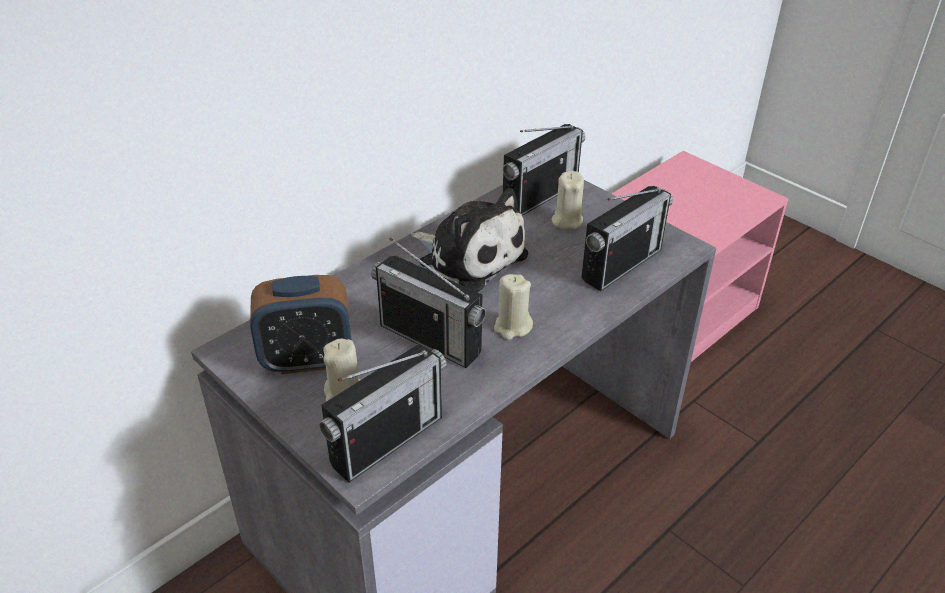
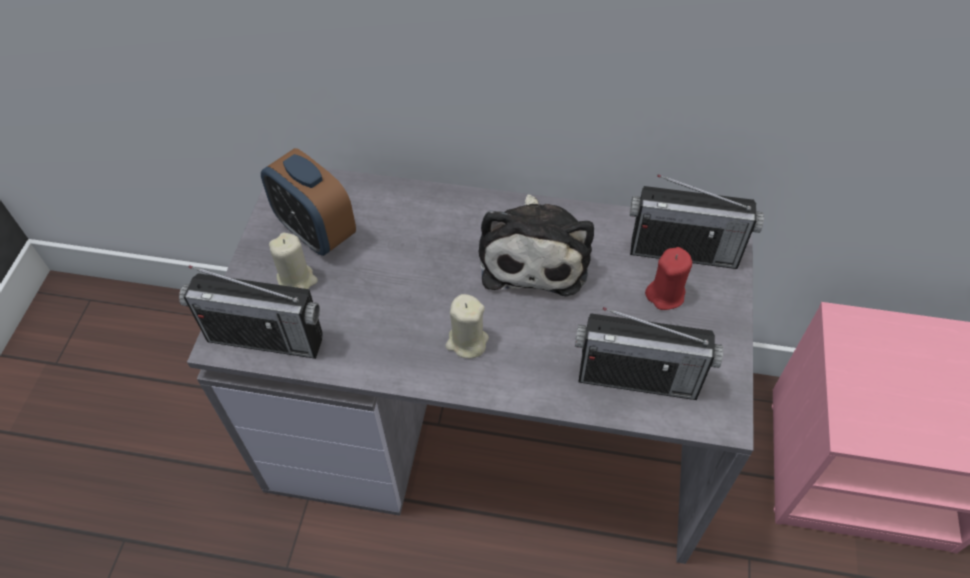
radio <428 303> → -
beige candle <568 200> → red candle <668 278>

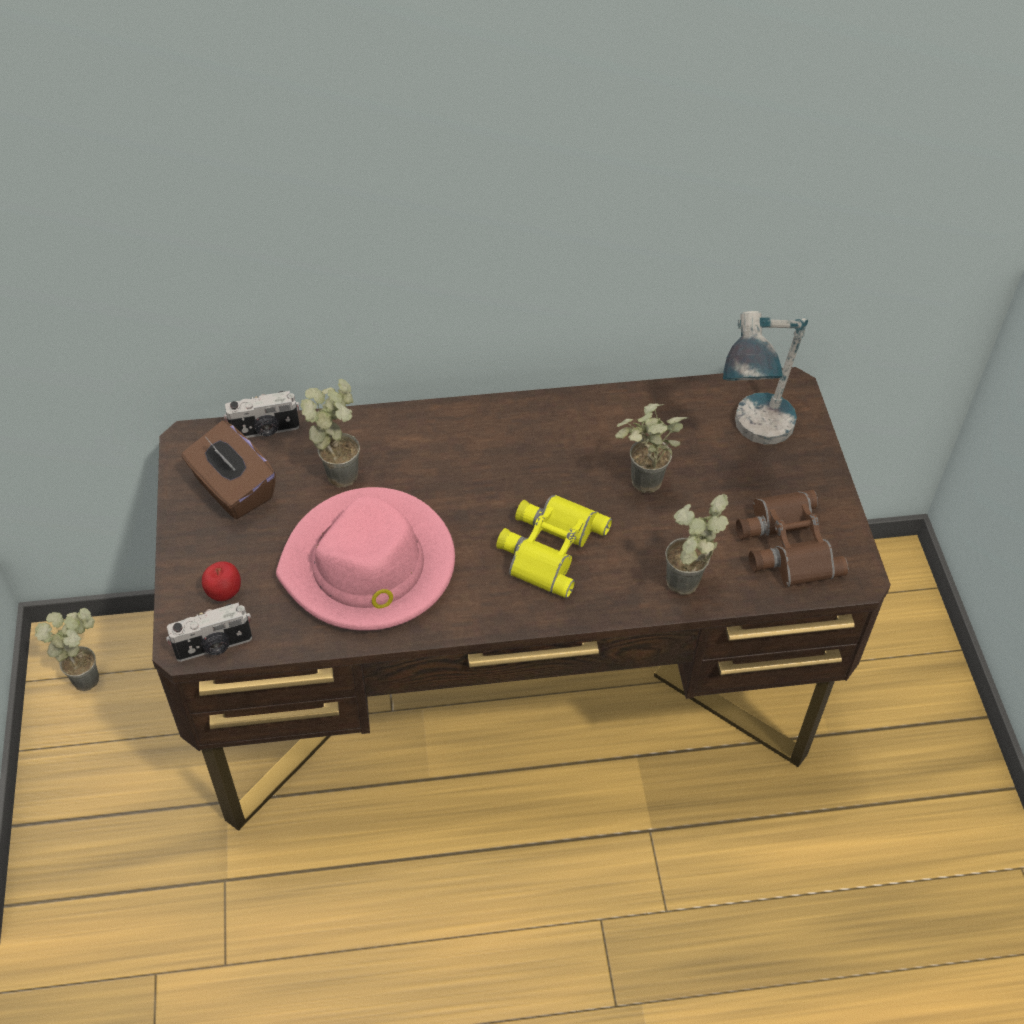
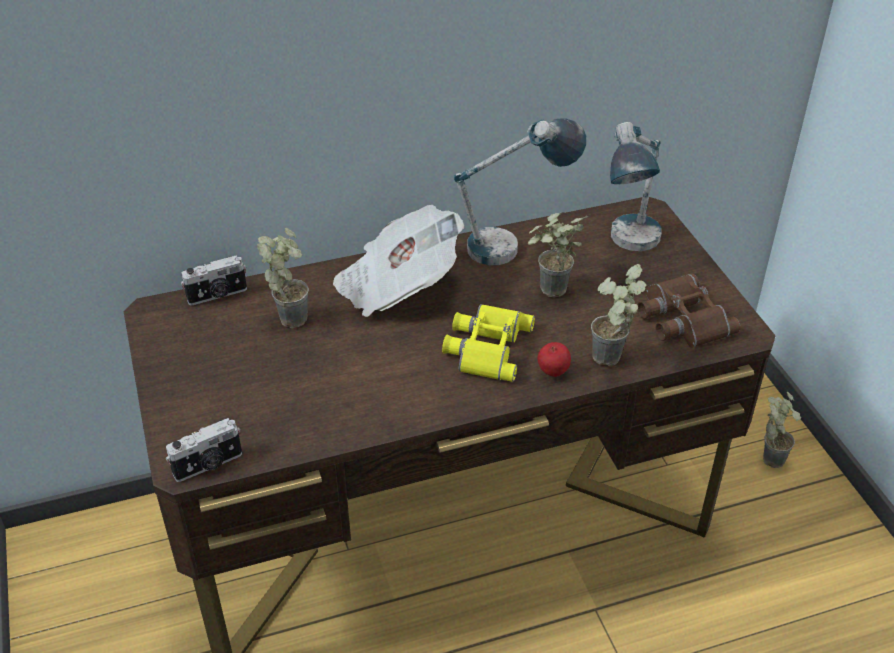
brown tissue box <228 470> → -
pink hat <365 559> → -
- → newspaper <398 261>
- → table lamp <520 191>
potted plant <67 649> → potted plant <782 429>, move
apple <221 581> → apple <554 359>, move

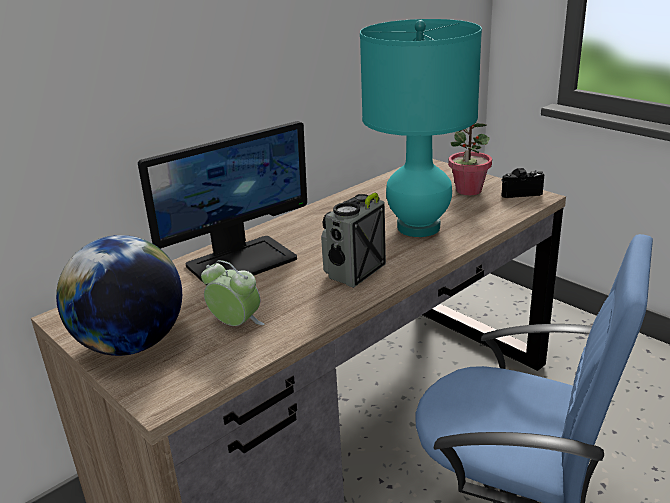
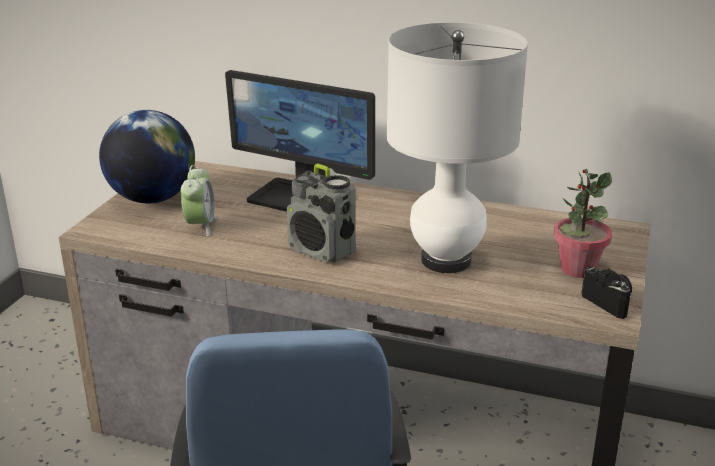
turquoise table lamp <421 128> → white table lamp <457 147>
radio <353 240> → radio <321 213>, 150 degrees counterclockwise

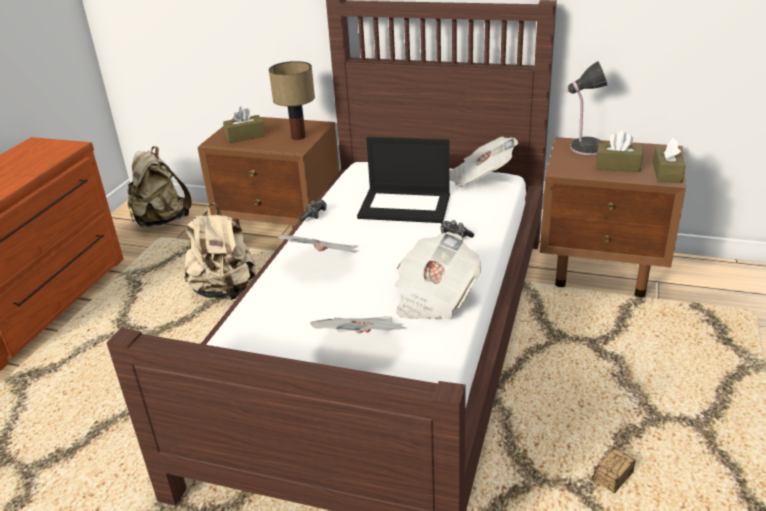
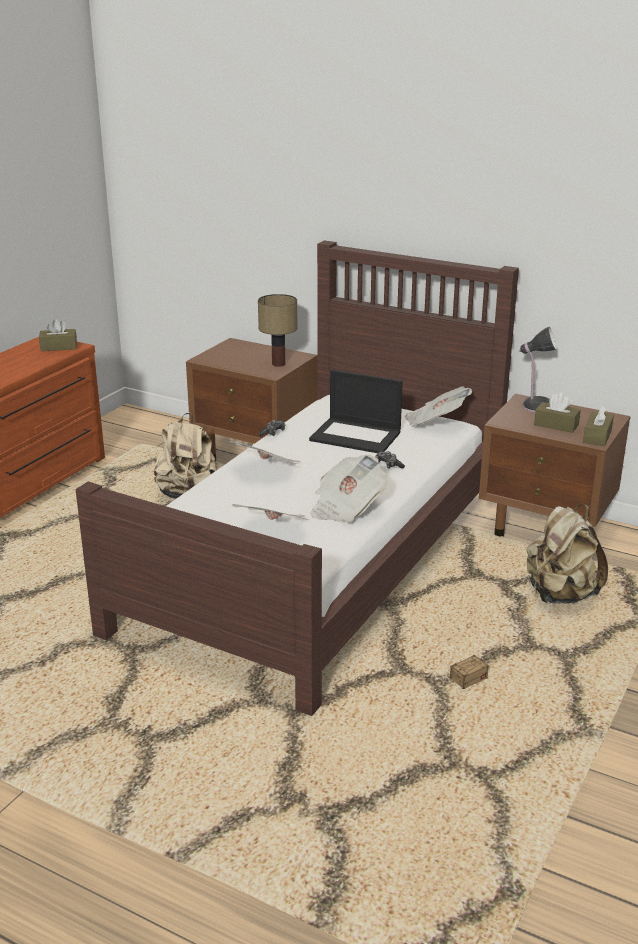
beige backpack <159 186> → beige backpack <567 554>, move
brown tissue box <244 125> → brown tissue box <58 335>, move

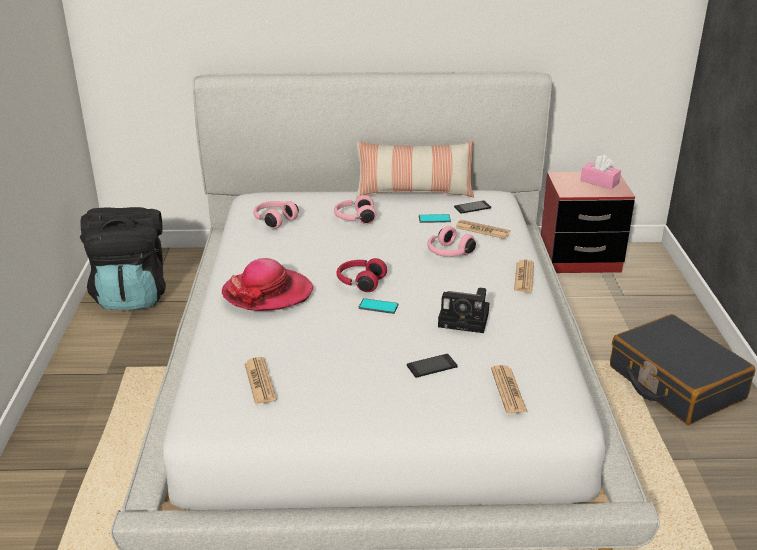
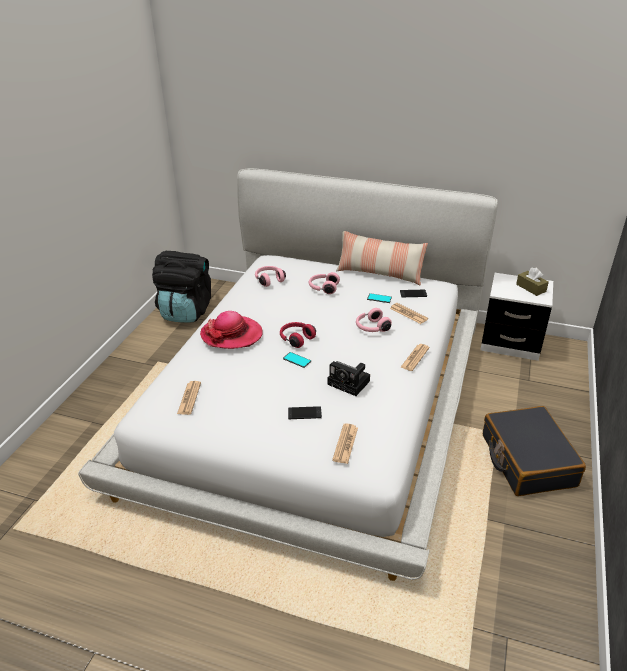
red nightstand <588 222> → white nightstand <516 317>
pink tissue box <601 172> → brown tissue box <532 282>

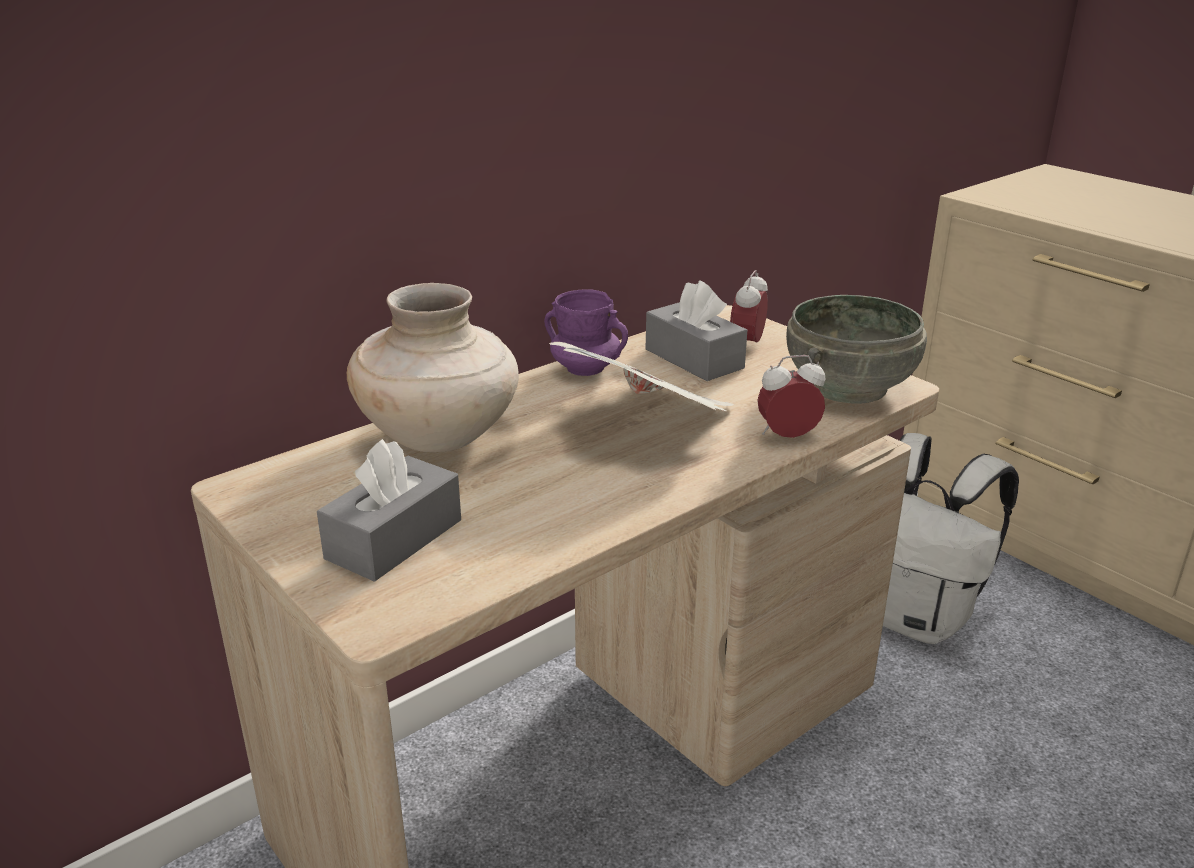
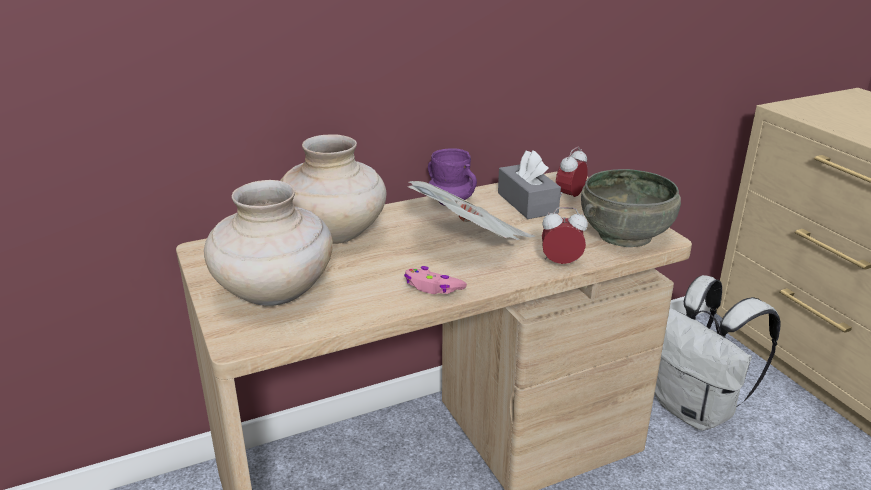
- → pink game controller <435 280>
grey tissue box <389 510> → beige vase <268 243>

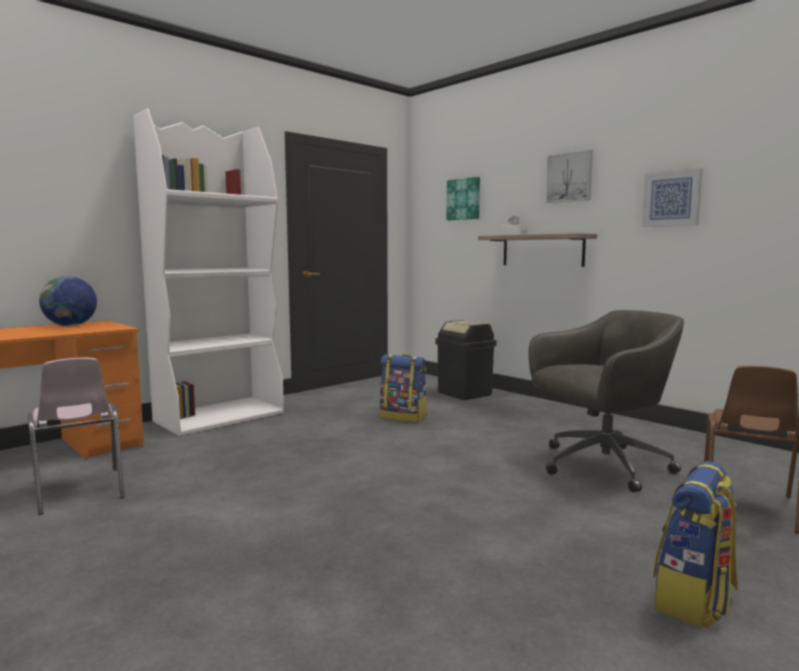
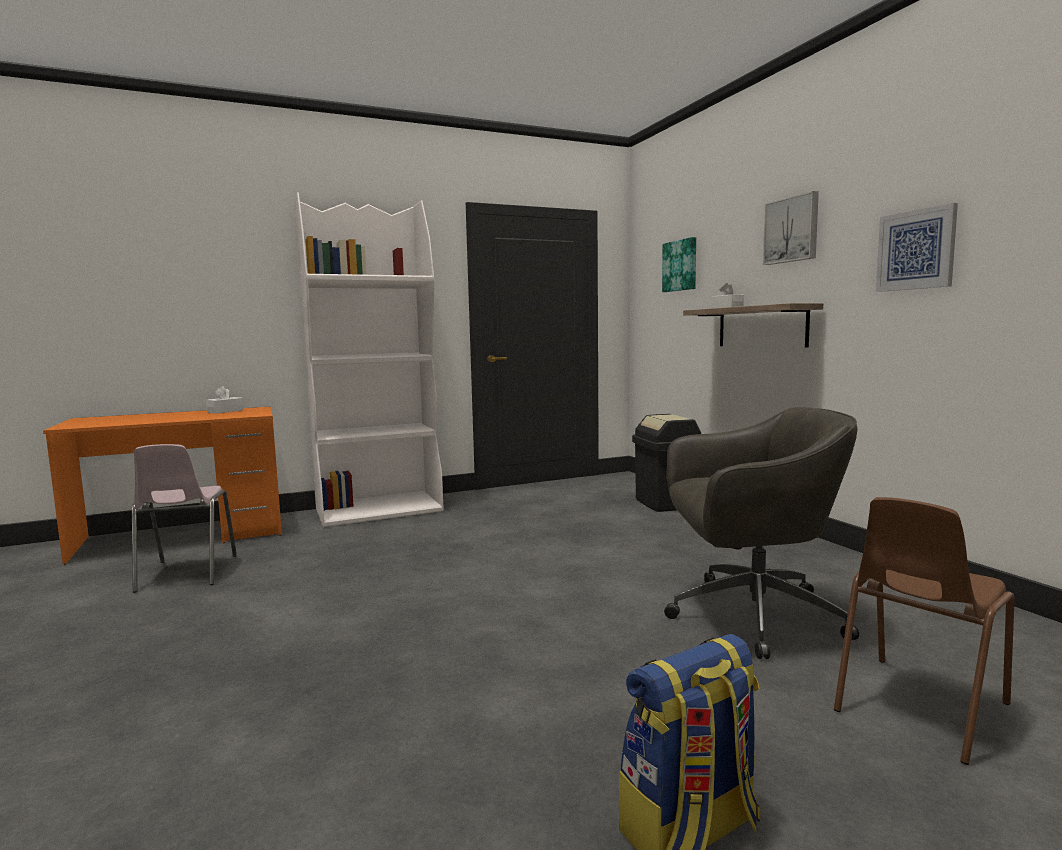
backpack <403 388> → -
globe <68 301> → white tissue box <224 400>

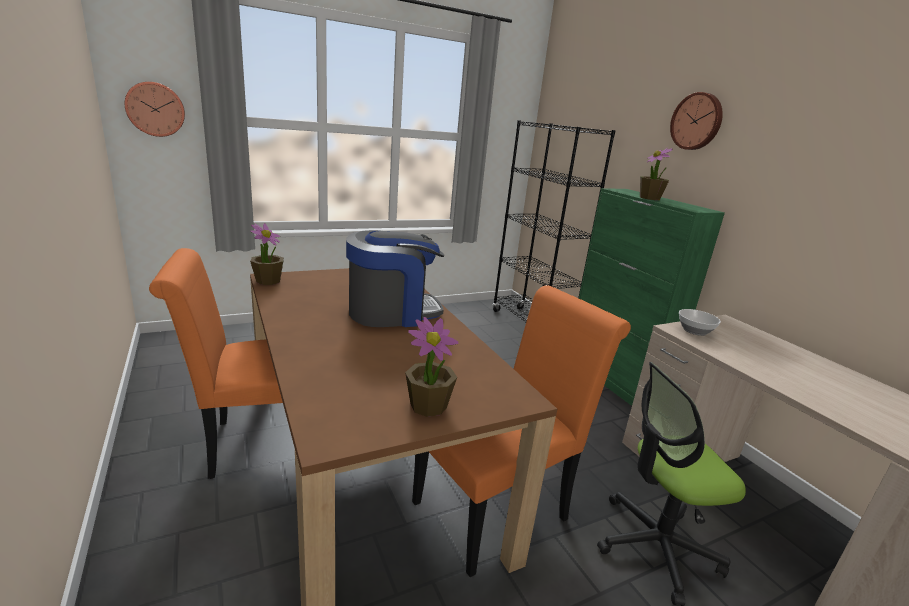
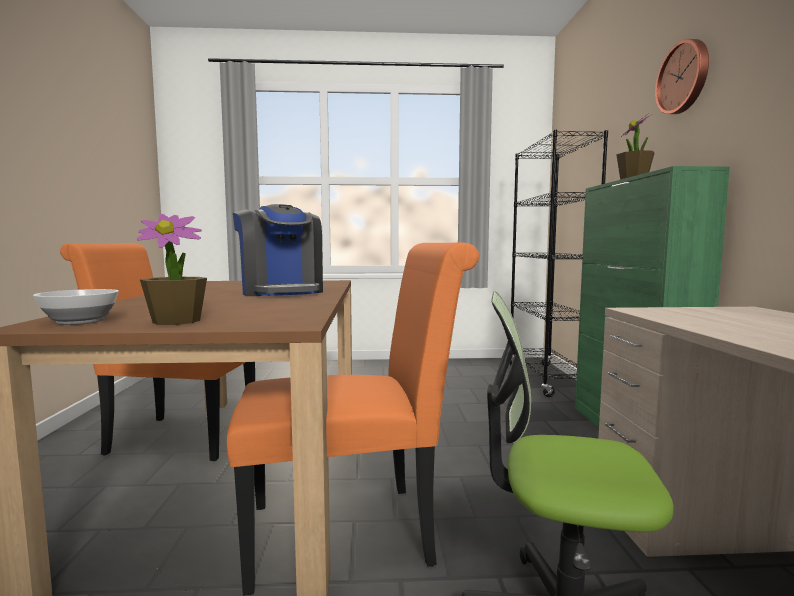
wall clock <155 109> → -
potted plant <267 254> → -
bowl <700 322> → bowl <76 307>, move
coffee machine <395 278> → coffee machine <278 250>, 60 degrees clockwise

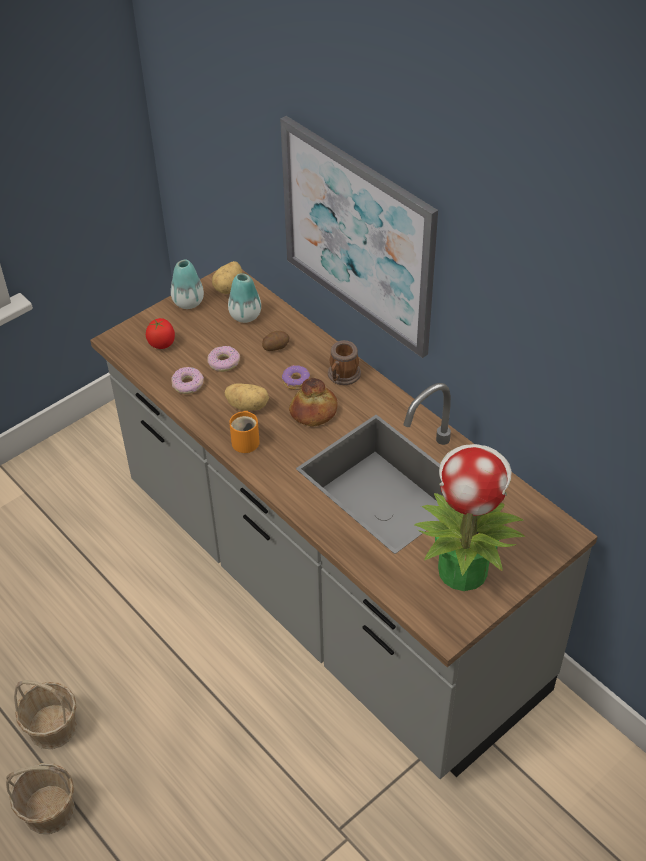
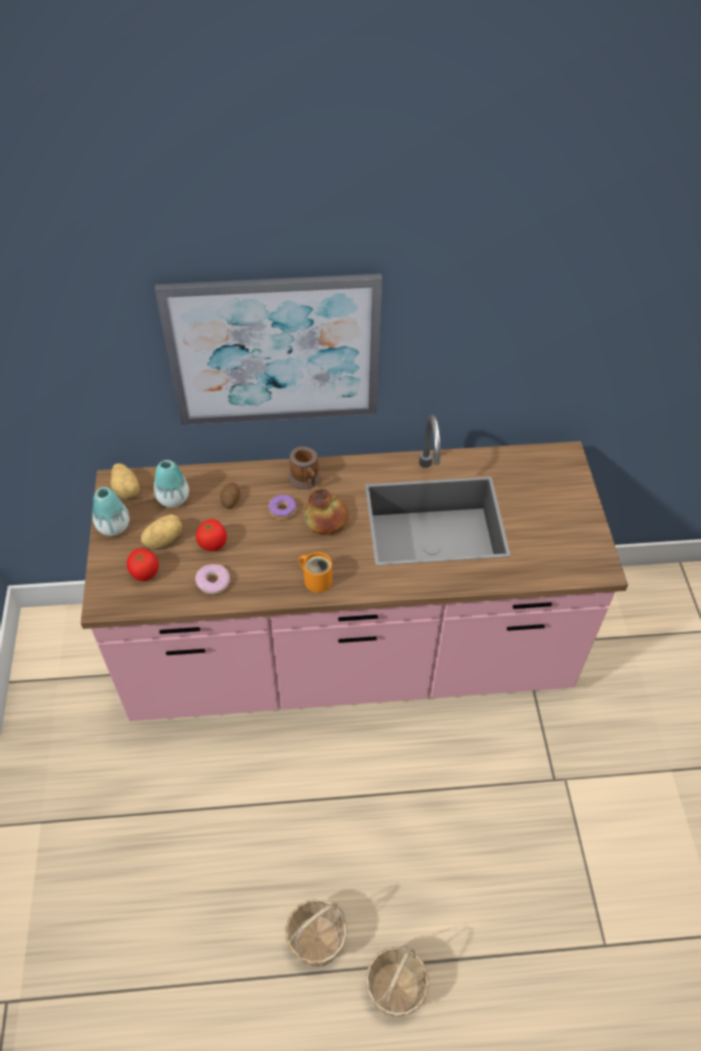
potted plant <469 517> → -
potato <247 397> → potato <161 531>, move
donut <223 359> → tomato <211 535>
grey counter <344 524> → pink counter <354 567>

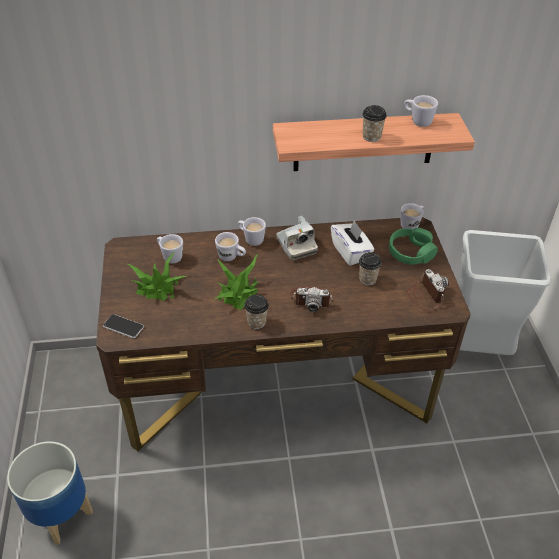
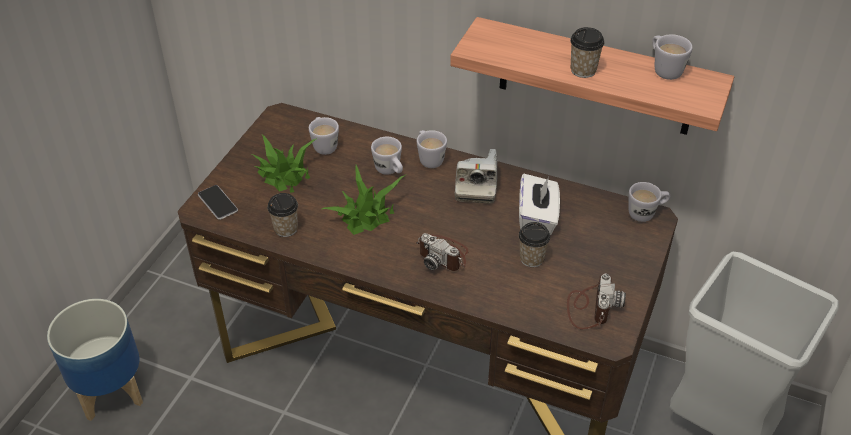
green headphones <413 246> → -
cup <256 312> → cup <282 215>, move

